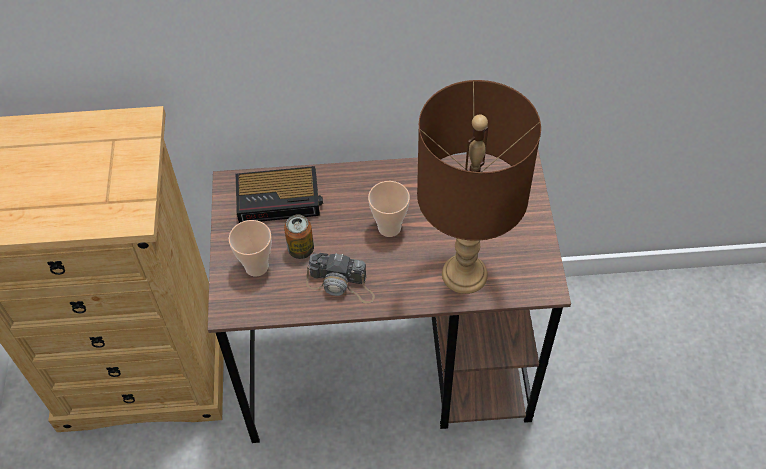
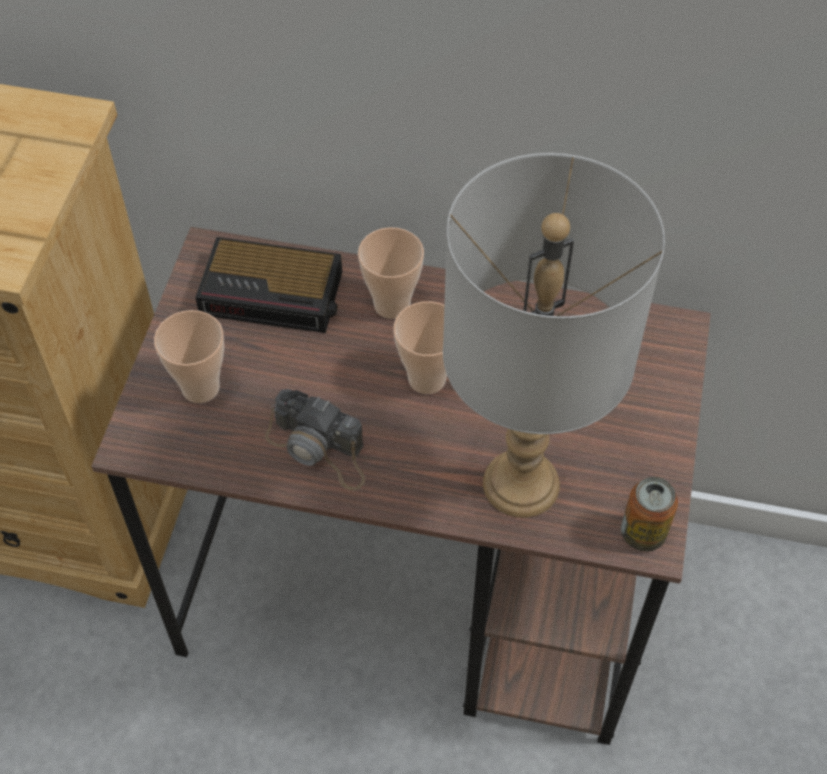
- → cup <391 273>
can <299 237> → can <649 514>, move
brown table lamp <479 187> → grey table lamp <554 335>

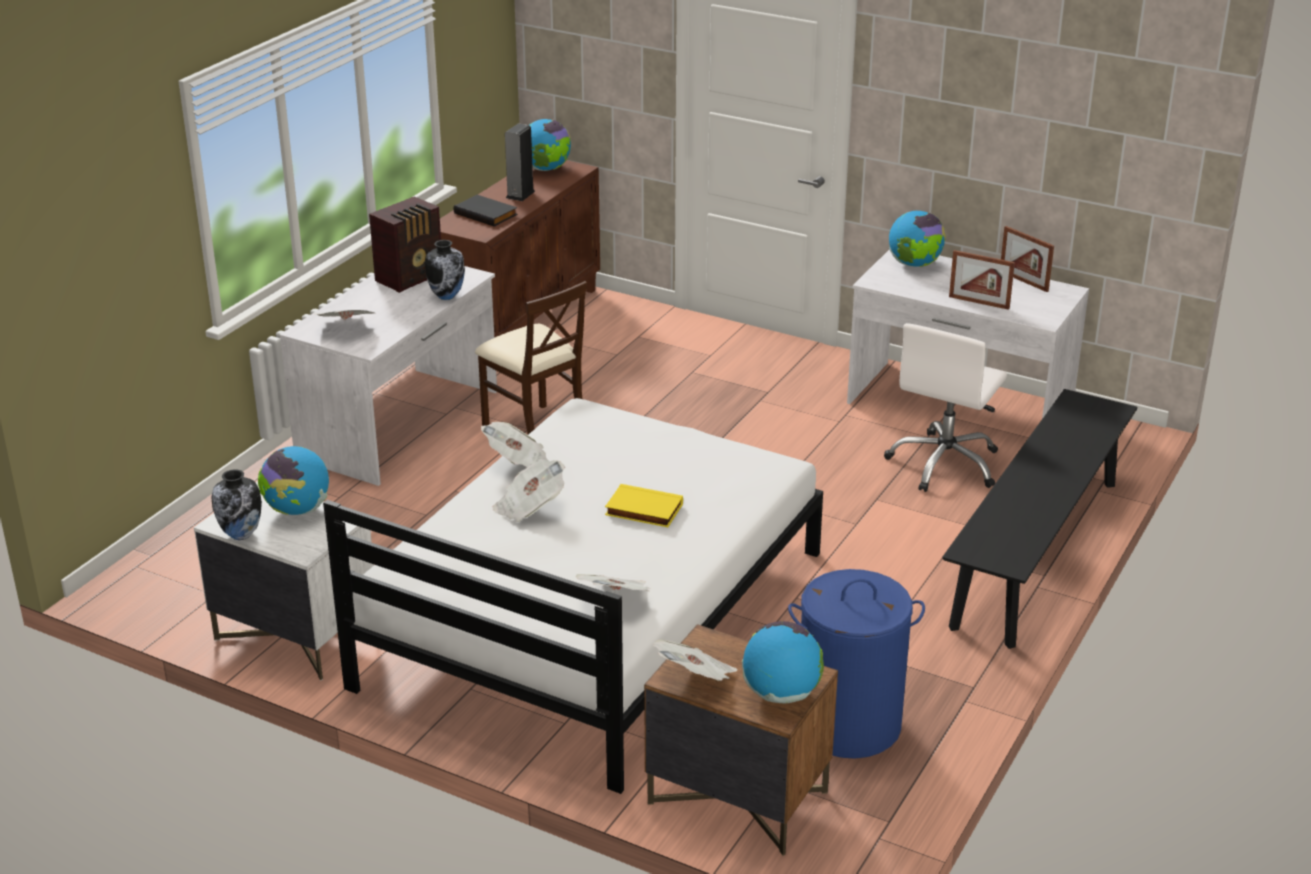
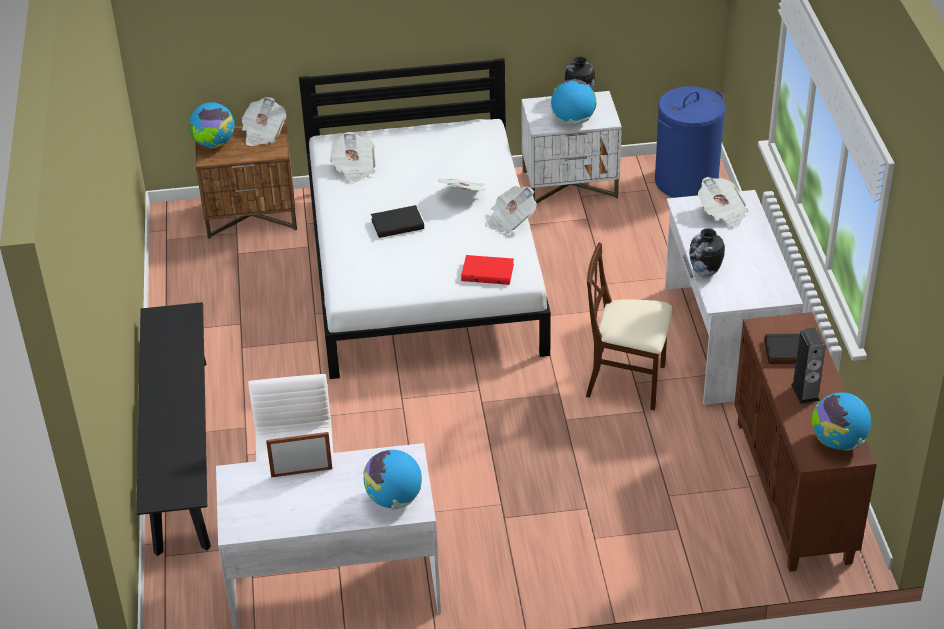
radio <405 244> → -
picture frame <1027 259> → -
- → red book <487 270>
blue laundry basket <856 664> → blue laundry basket <690 142>, move
yellow book <644 505> → black book <397 221>

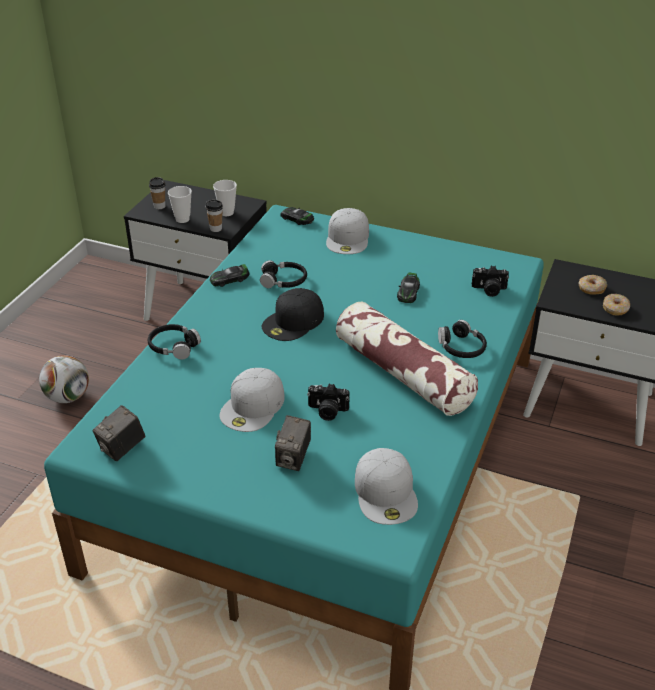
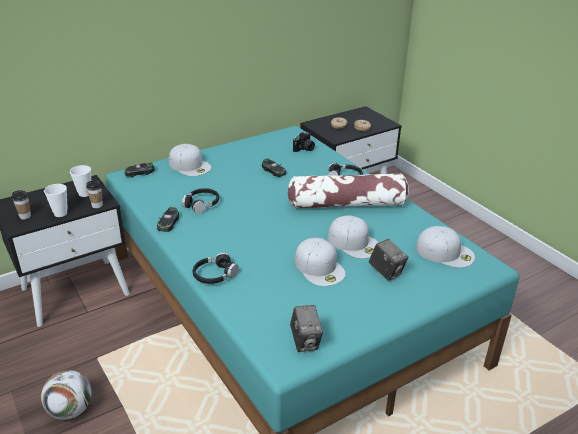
black cap <293 314> → -
photo camera <328 402> → white cap <353 237>

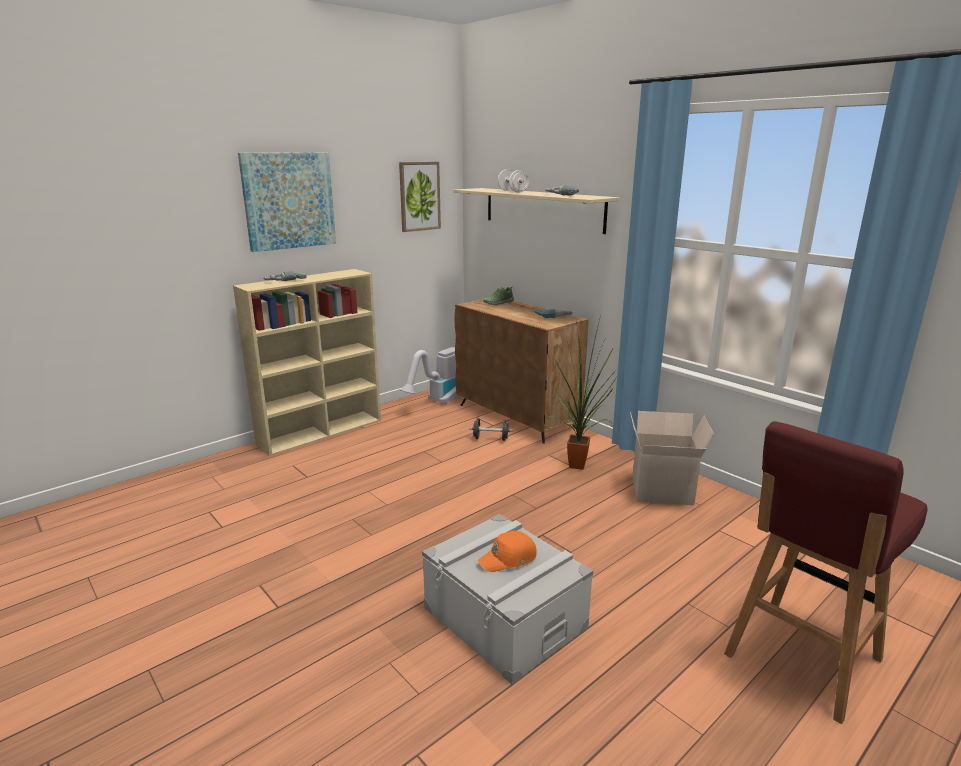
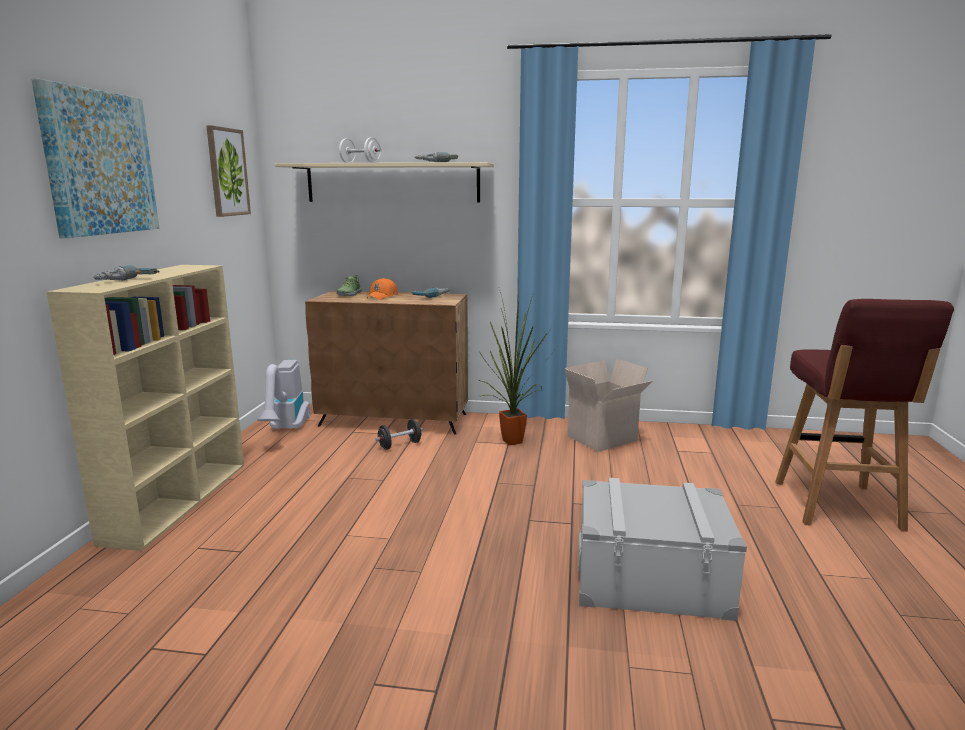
orange cap <507 551> → orange cap <382 289>, move

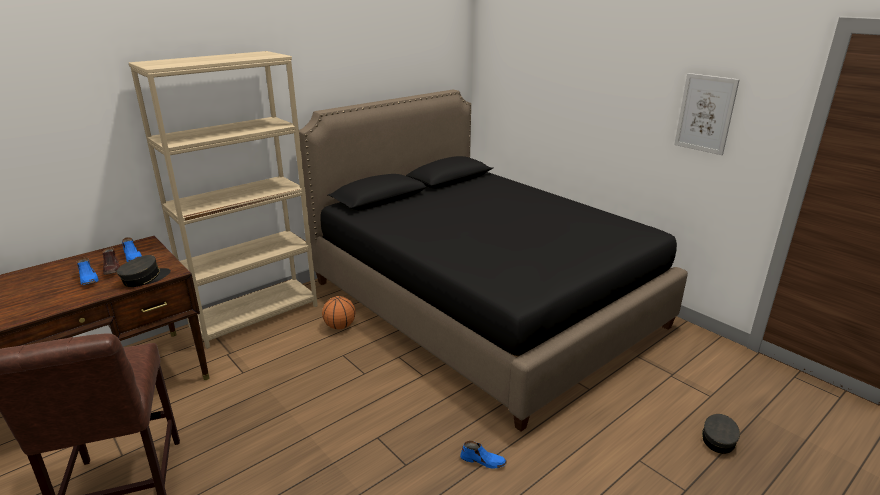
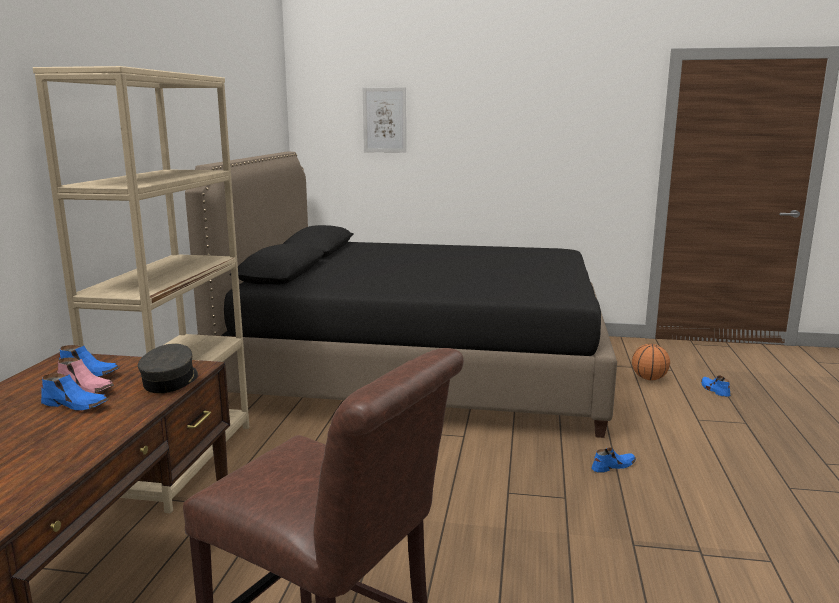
basketball <338 312> → basketball <651 362>, move
picture <707 114> → picture <384 120>, move
grey cap <721 434> → blue shoe <715 386>
brown shoe <111 261> → pink shoe <86 375>

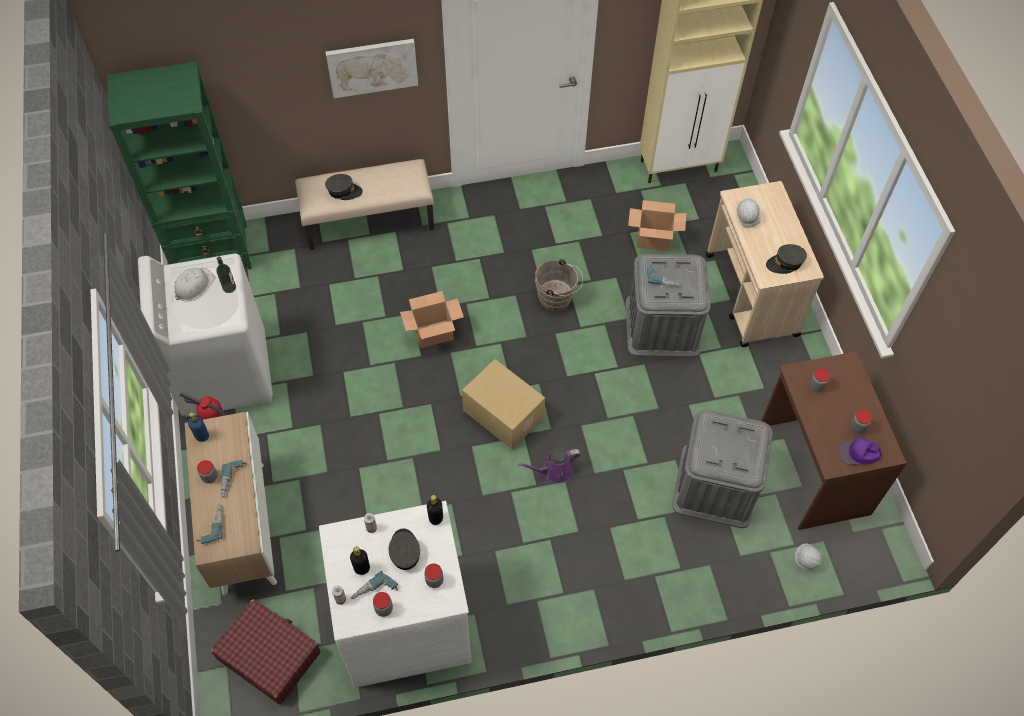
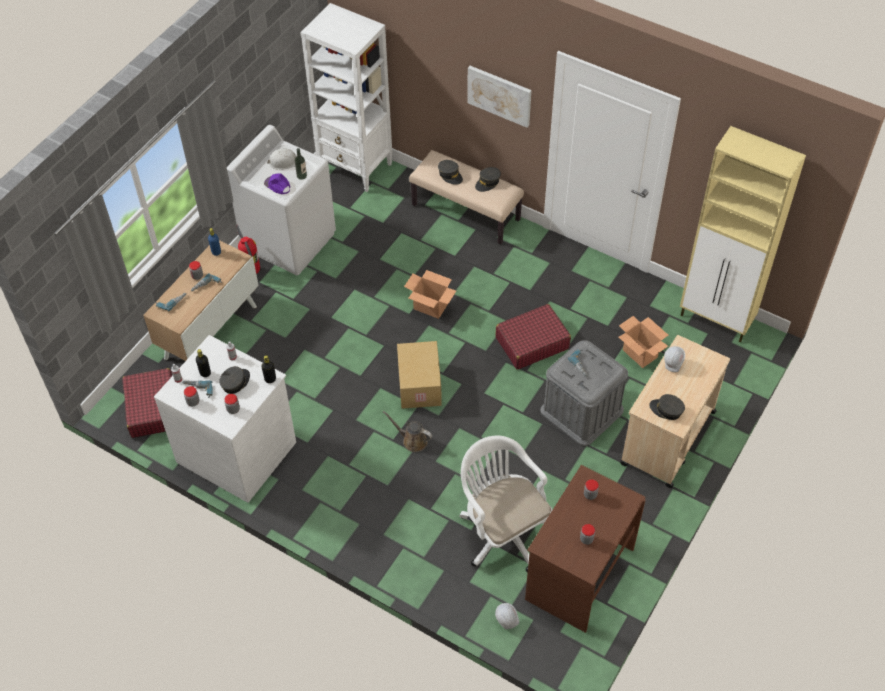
- → grey cap <488 179>
purple cap <860 451> → purple cap <277 184>, move
brown bucket <559 285> → red suitcase <533 337>
grey storage box <722 469> → white office chair <506 504>
green bookcase <179 165> → white bookcase <346 97>
purple watering can <549 465> → brown watering can <408 431>

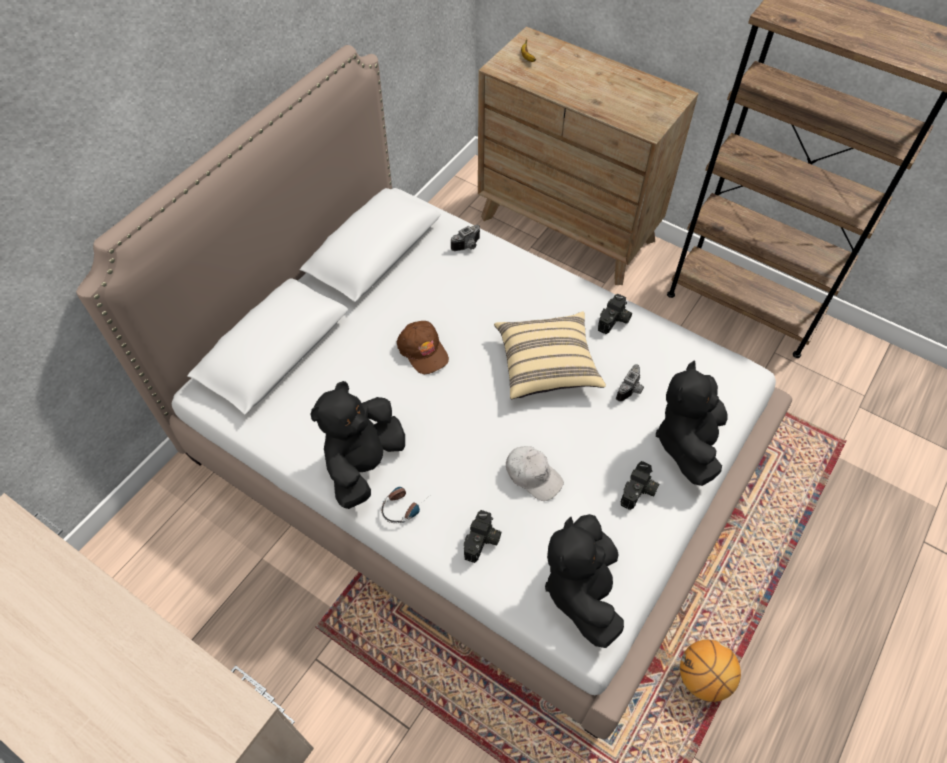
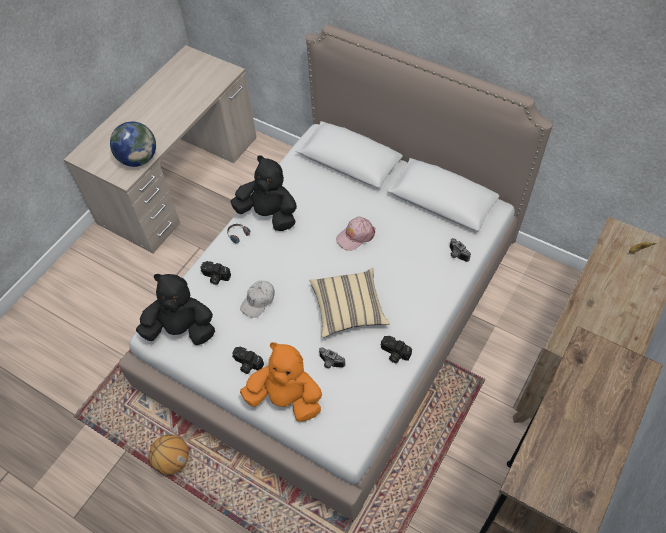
- → globe <133 144>
brown cap <423 347> → pink cap <355 234>
black plush toy <692 423> → orange plush toy <281 382>

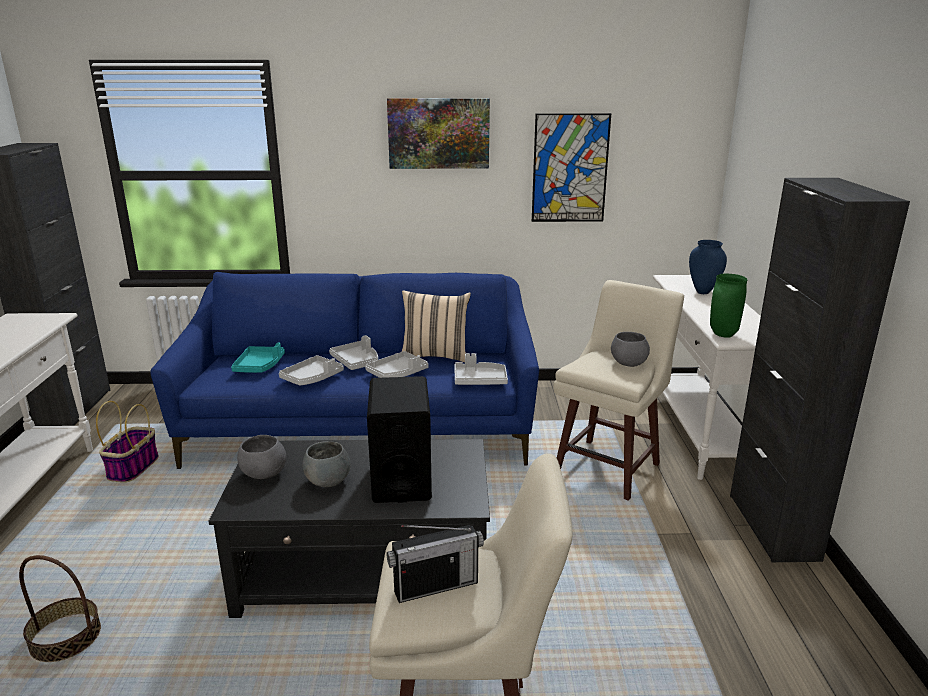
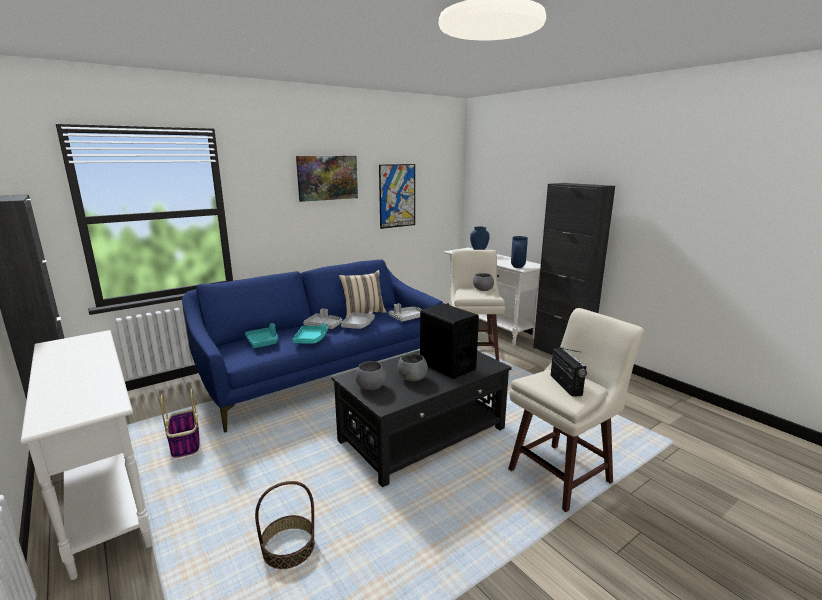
grey tray <311 370> → turquoise tray <310 333>
green vase <728 306> → blue vase <519 252>
radio <435 564> → radio <569 372>, 45 degrees counterclockwise

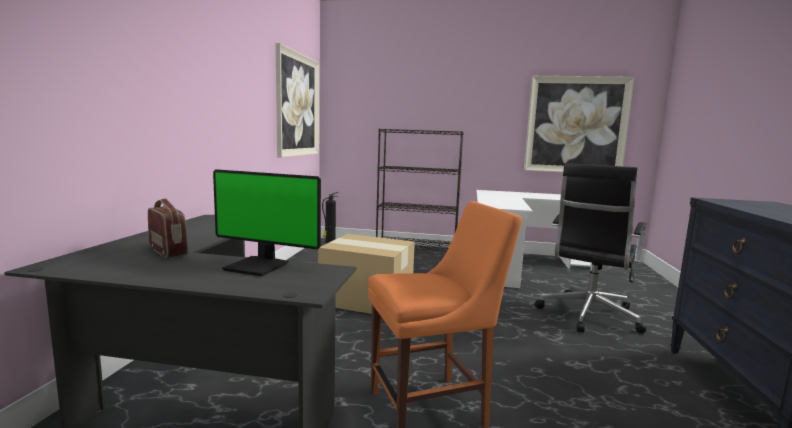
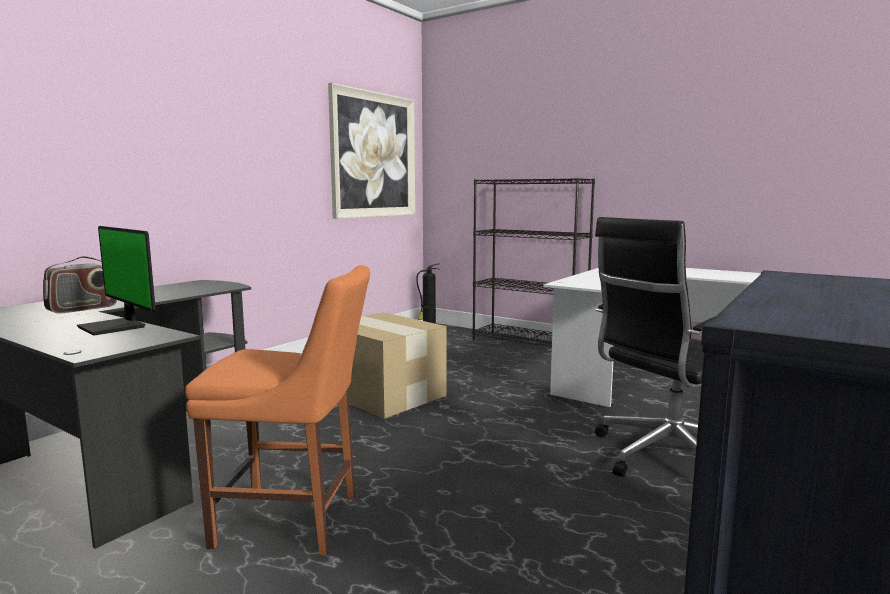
picture <579 124> → -
radio <168 228> → radio <80 284>, 60 degrees clockwise

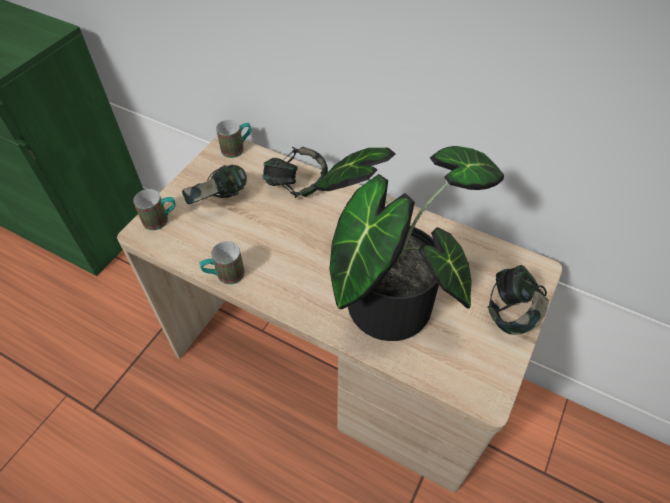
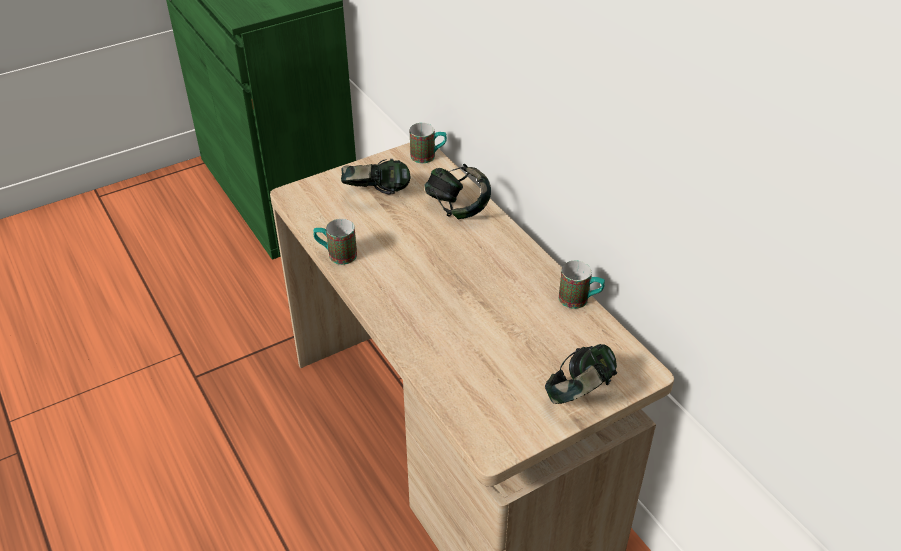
potted plant <409 243> → -
mug <154 209> → mug <582 285>, move

